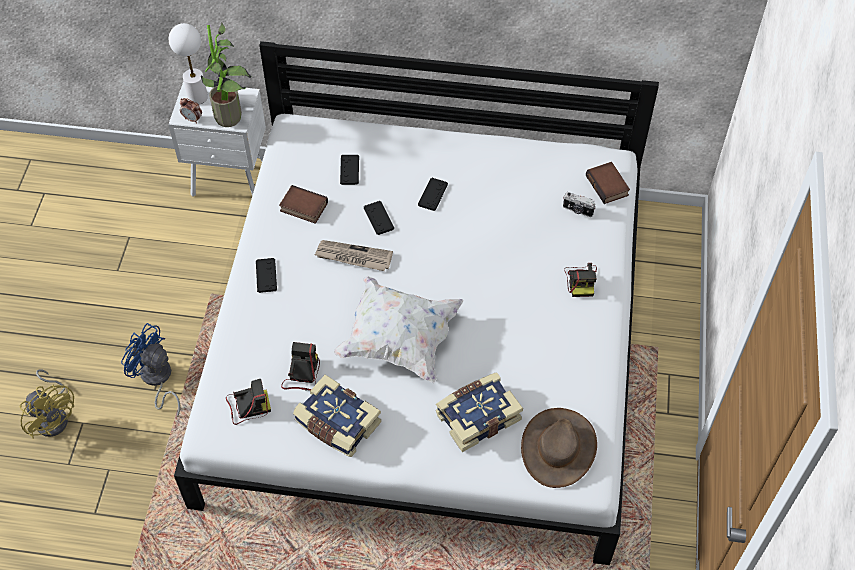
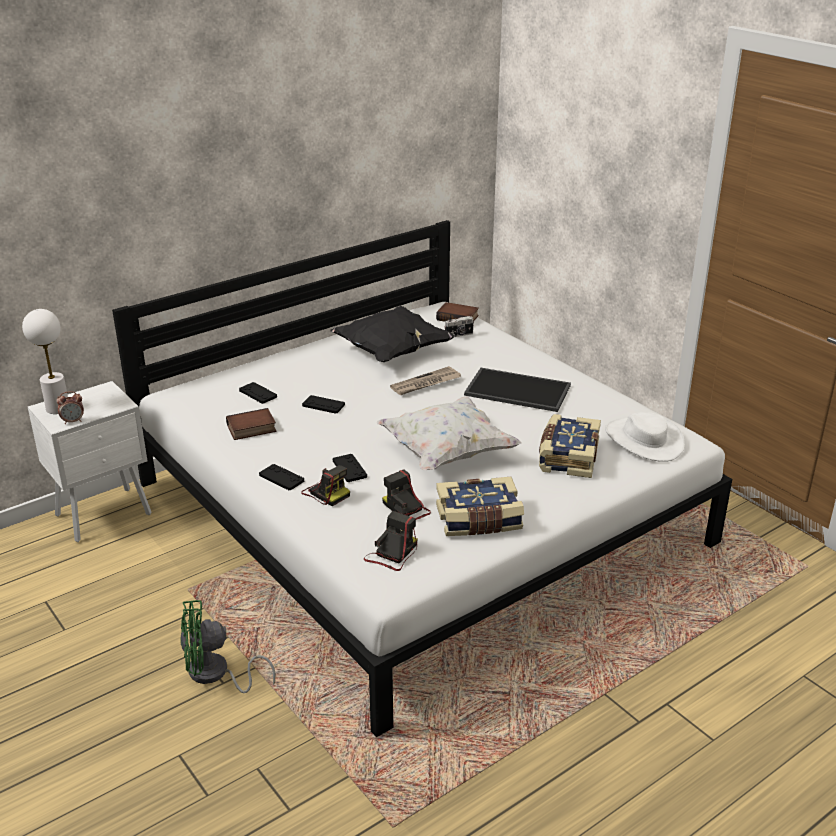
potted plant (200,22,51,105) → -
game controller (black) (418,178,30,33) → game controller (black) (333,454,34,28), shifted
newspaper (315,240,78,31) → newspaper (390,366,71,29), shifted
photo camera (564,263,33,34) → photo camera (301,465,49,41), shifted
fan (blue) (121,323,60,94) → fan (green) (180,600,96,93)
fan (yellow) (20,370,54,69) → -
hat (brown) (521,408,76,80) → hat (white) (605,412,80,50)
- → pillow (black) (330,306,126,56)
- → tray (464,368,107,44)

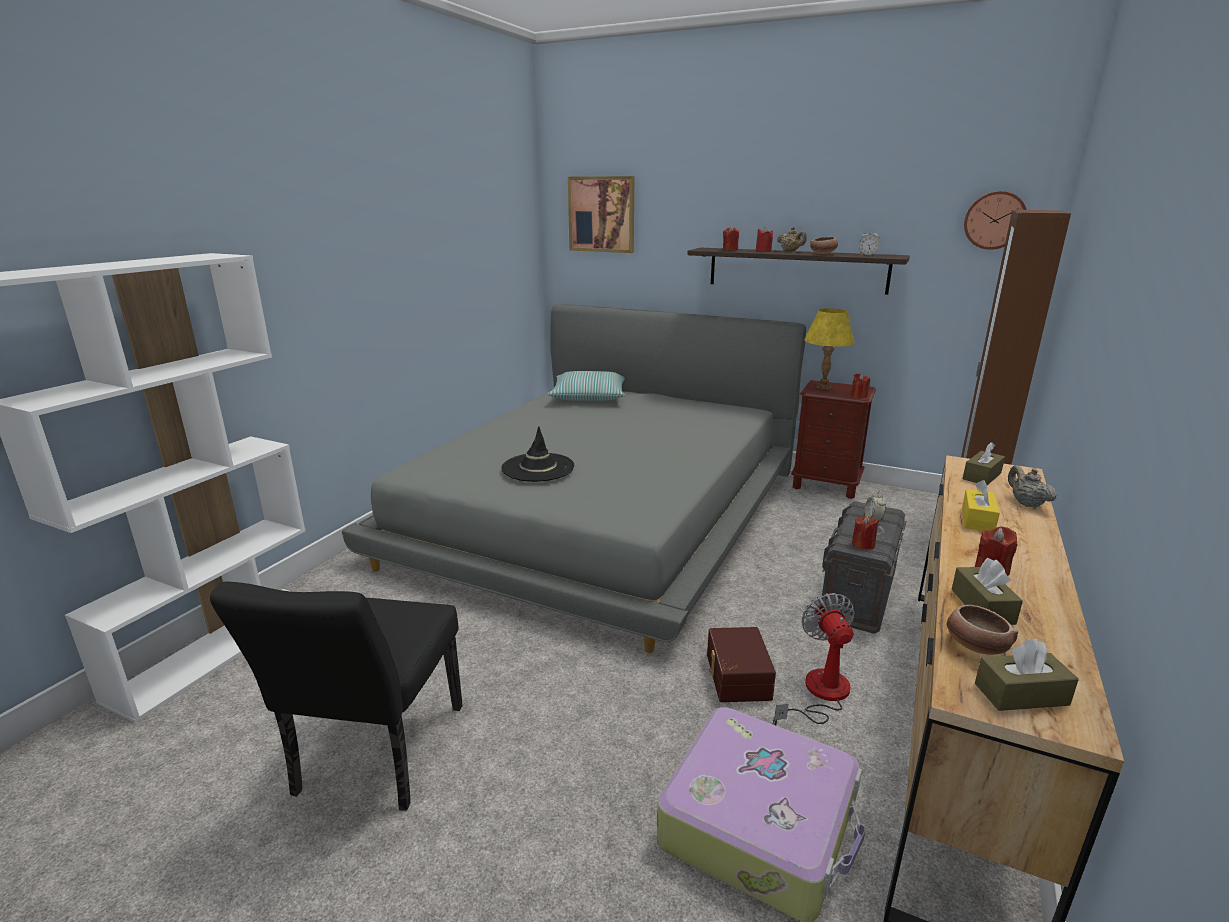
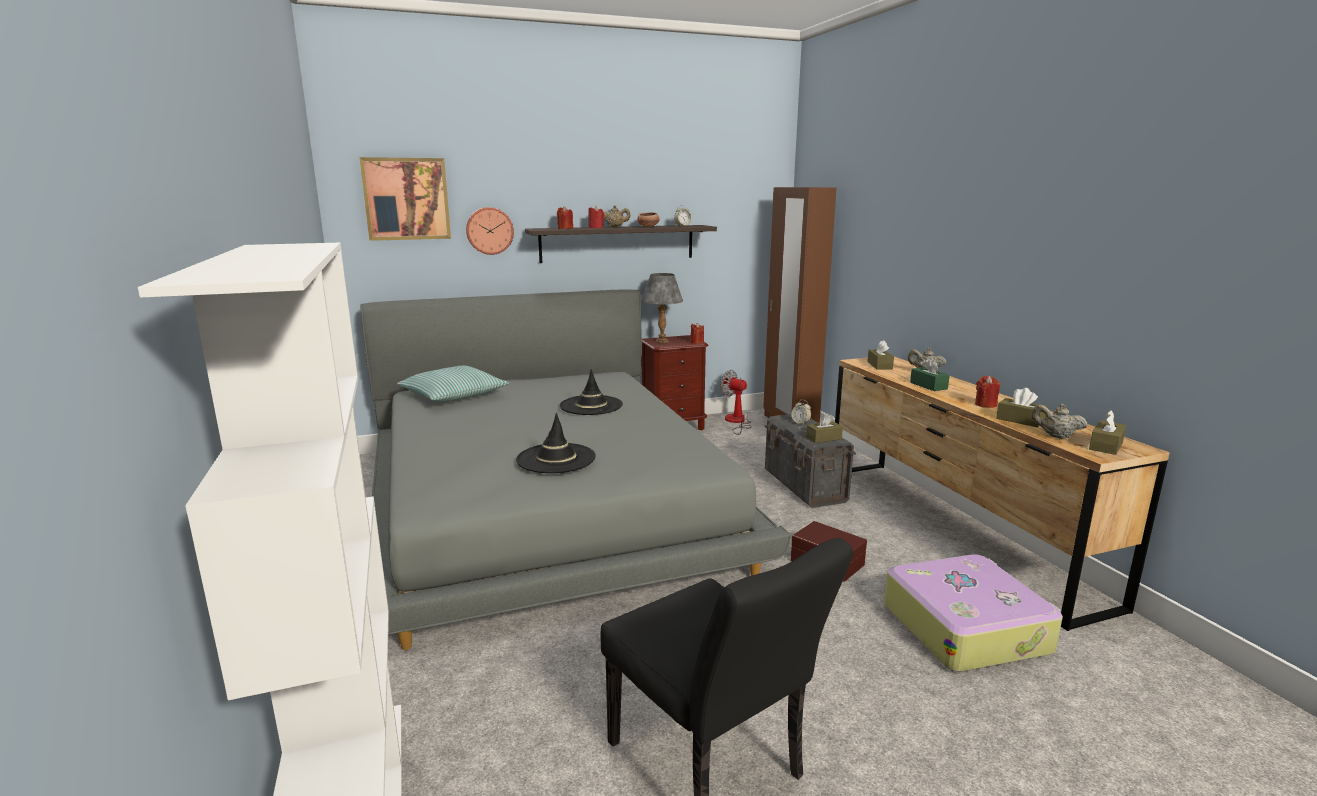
wall clock (964,191,62,59) → wall clock (466,207,48,48), shifted
table lamp (yellow) (804,308,51,82) → table lamp (grey) (641,273,42,70)
tissue box (yellow) (962,480,38,51) → tissue box (green) (910,358,40,33)
candle (red) (852,515,27,35) → tissue box (brown) (806,413,37,30)
fan (773,593,82,132) → fan (720,370,31,65), shifted
bowl (947,605,71,50) → teapot (beige) (1031,404,57,35)
- → hat (black) (560,369,63,46)

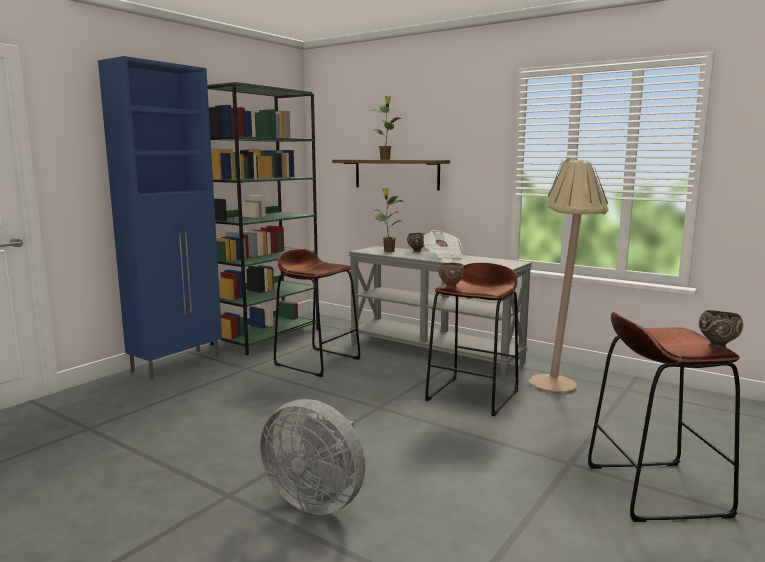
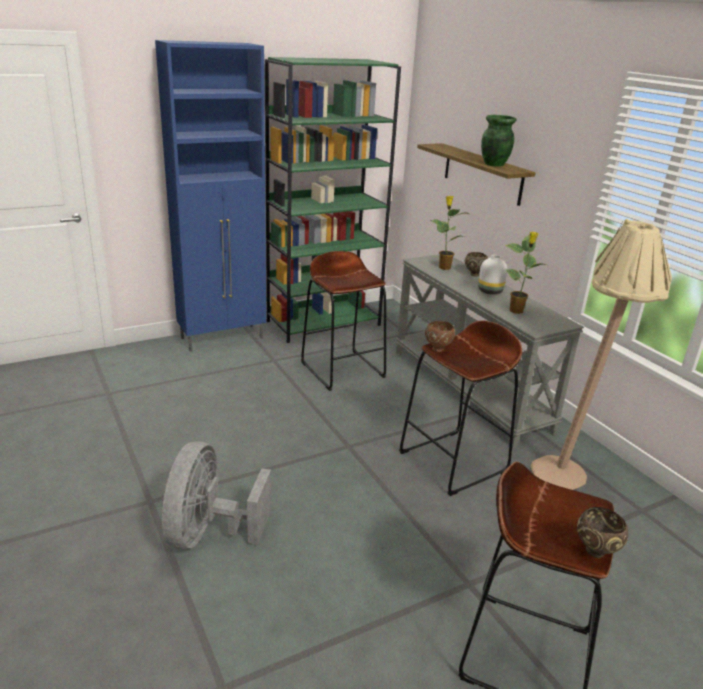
potted plant (370,96,32,64) → potted plant (505,231,41,83), shifted
newspaper (423,230,41,30) → vase (white) (478,255,29,40)
fan (grey) (260,399,106,116) → fan (grey) (162,442,109,107), 45 degrees clockwise
- → vase (green) (481,115,35,52)

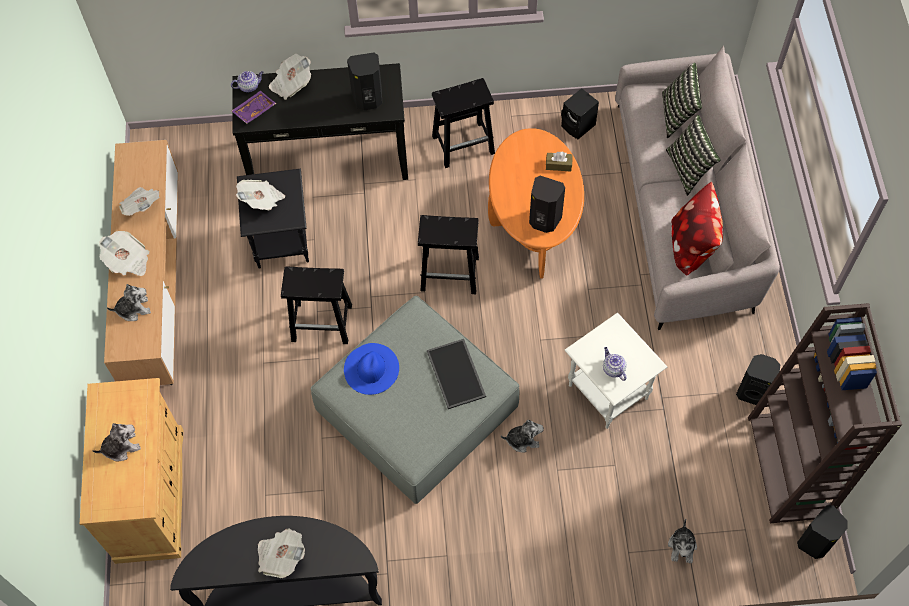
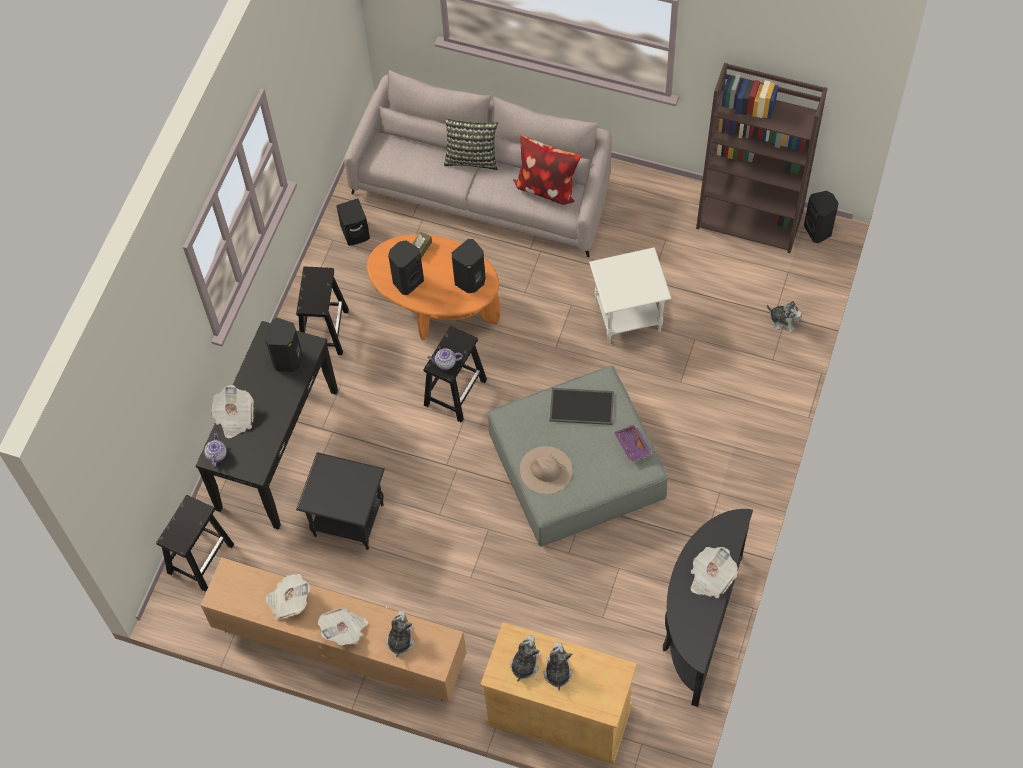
pillow (662,63,40,75) → -
tray (purple) (231,91,46,33) → tray (purple) (614,424,38,38), shifted
newspaper (236,180,49,31) → -
stool (black) (281,266,71,78) → stool (black) (156,495,78,97), shifted
hat (blue) (344,343,55,52) → hat (beige) (520,446,53,48)
teapot (603,347,24,34) → teapot (428,348,35,22), shifted
speaker (black) (736,354,44,51) → speaker (black) (388,241,36,54), shifted
plush toy (501,420,43,33) → plush toy (510,635,30,47), shifted

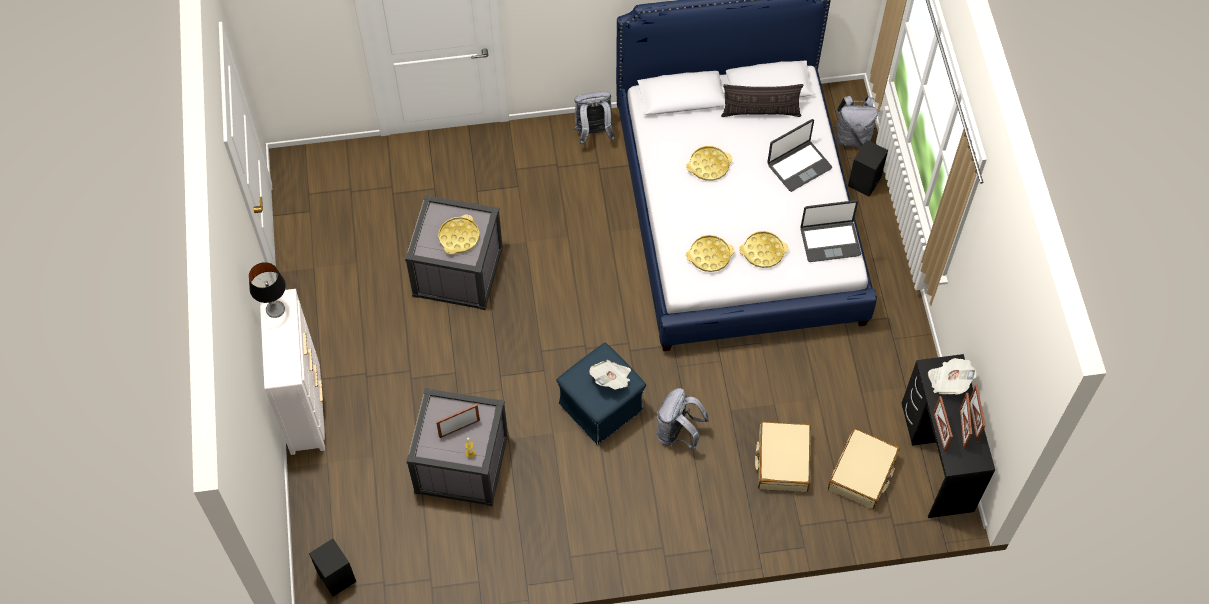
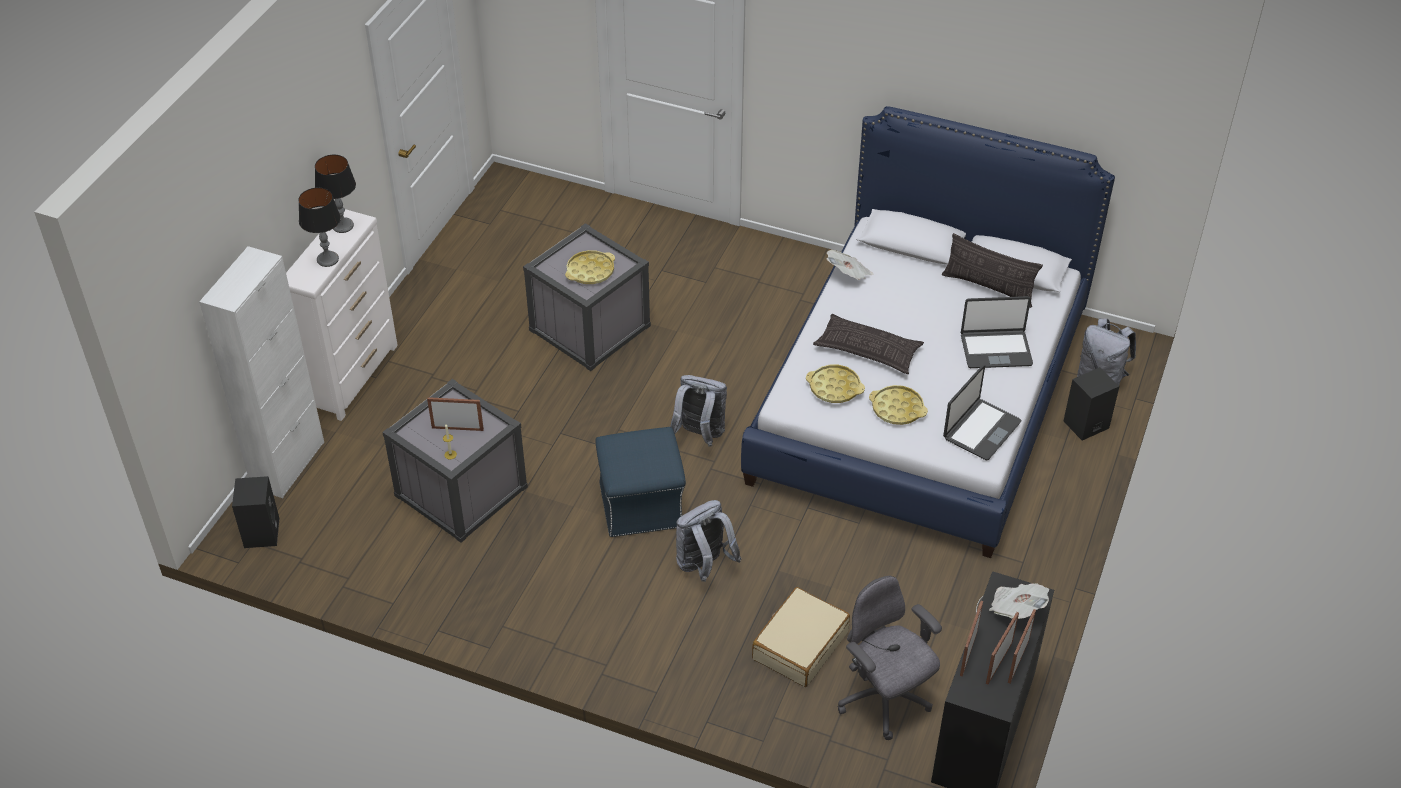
backpack (grey) (573,91,42,54) → backpack (grey) (670,375,57,72), shifted
tray (yellow) (686,146,47,35) → -
laptop (800,200,61,62) → laptop (943,365,78,95), 75 degrees counterclockwise
newspaper (590,360,41,30) → newspaper (827,250,46,30), shifted
suitcase (beige) (828,428,72,81) → office chair (grey) (838,576,104,164)
- → table lamp (298,188,43,79)
- → cabinet (white) (199,246,125,252)
- → pillow (813,314,111,60)

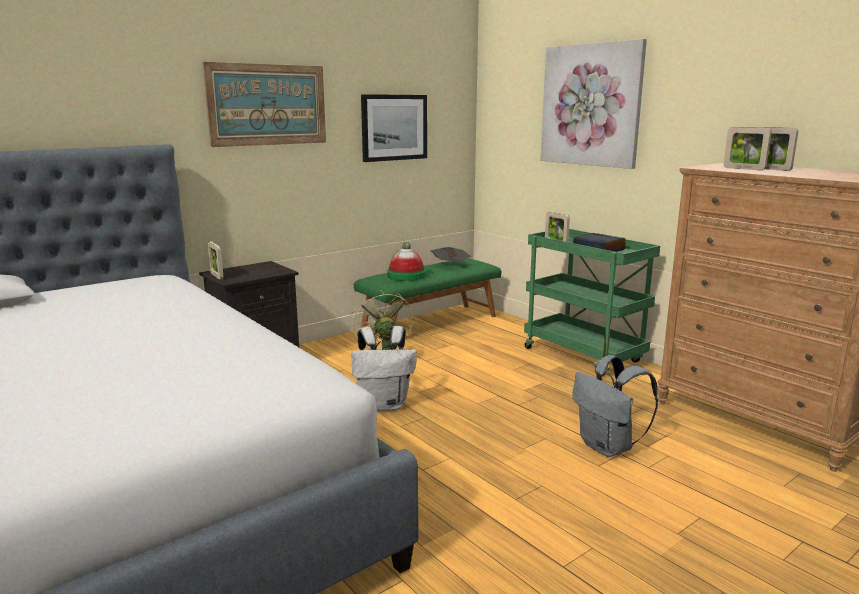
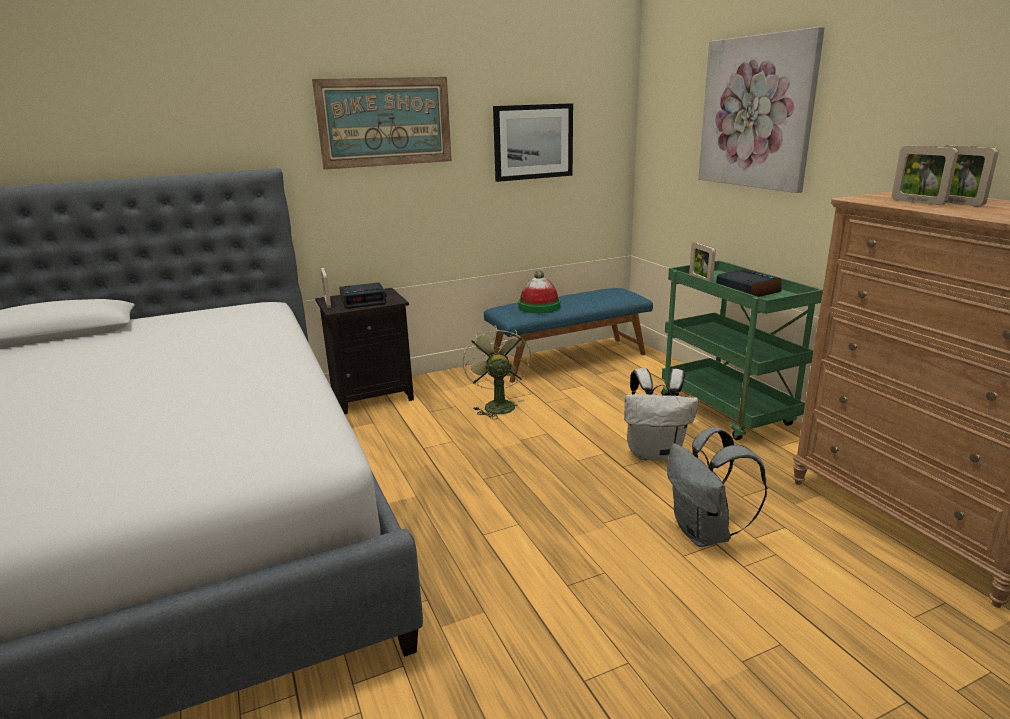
newspaper (430,247,41,15) → -
bench (green) (354,259,148,68) → bench (blue) (484,288,169,95)
backpack (white) (351,326,66,85) → backpack (white) (624,368,74,93), shifted
- → alarm clock (339,283,48,26)

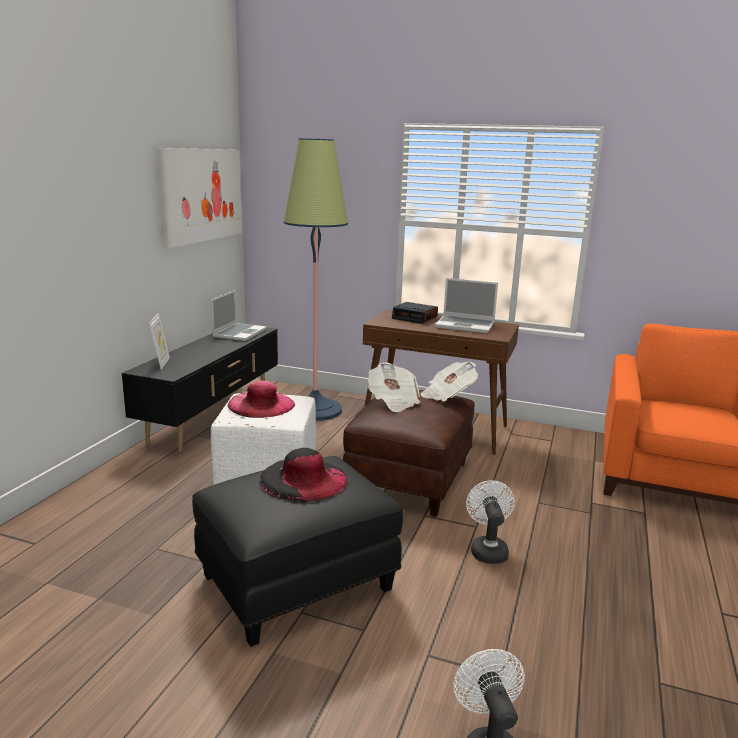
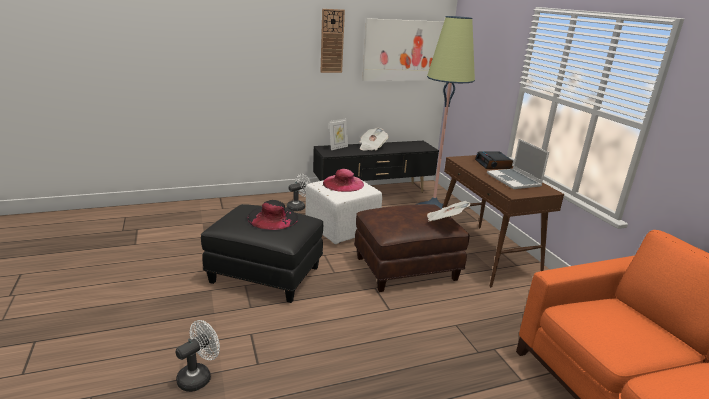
laptop (211,290,56,51) → -
newspaper (368,362,52,50) → newspaper (360,128,28,23), shifted
fan (white) (466,480,49,84) → fan (white) (287,174,24,37), shifted
- → wall clock (321,9,24,64)

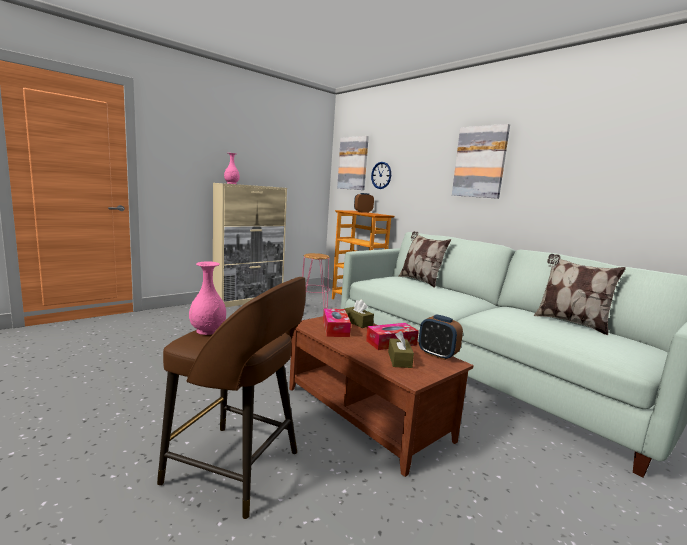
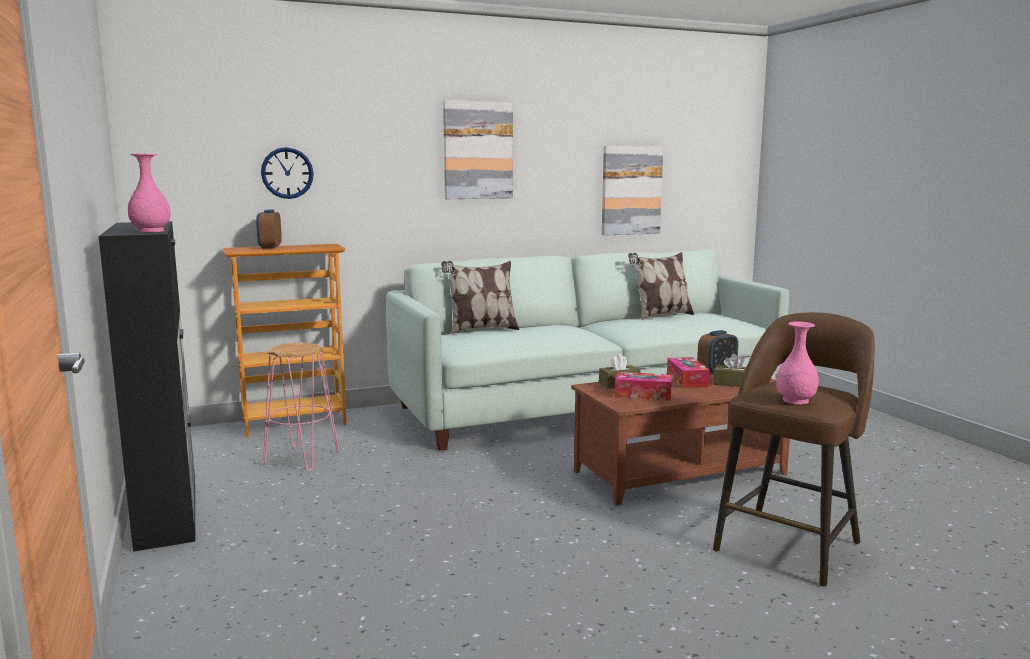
picture (337,136,32,54) → picture (602,146,61,90), shifted
cabinet (beige) (213,183,74,124) → cabinet (black) (98,221,97,331)

